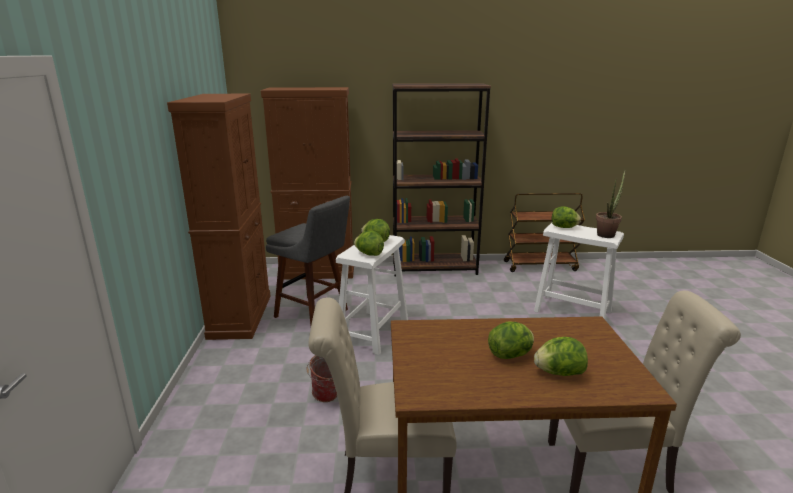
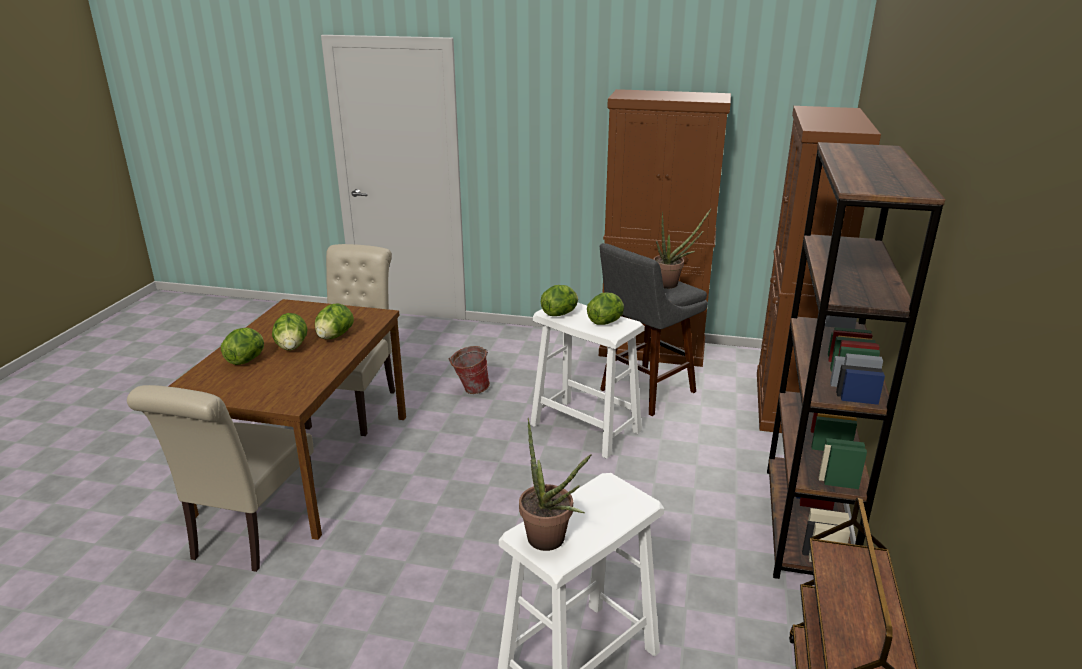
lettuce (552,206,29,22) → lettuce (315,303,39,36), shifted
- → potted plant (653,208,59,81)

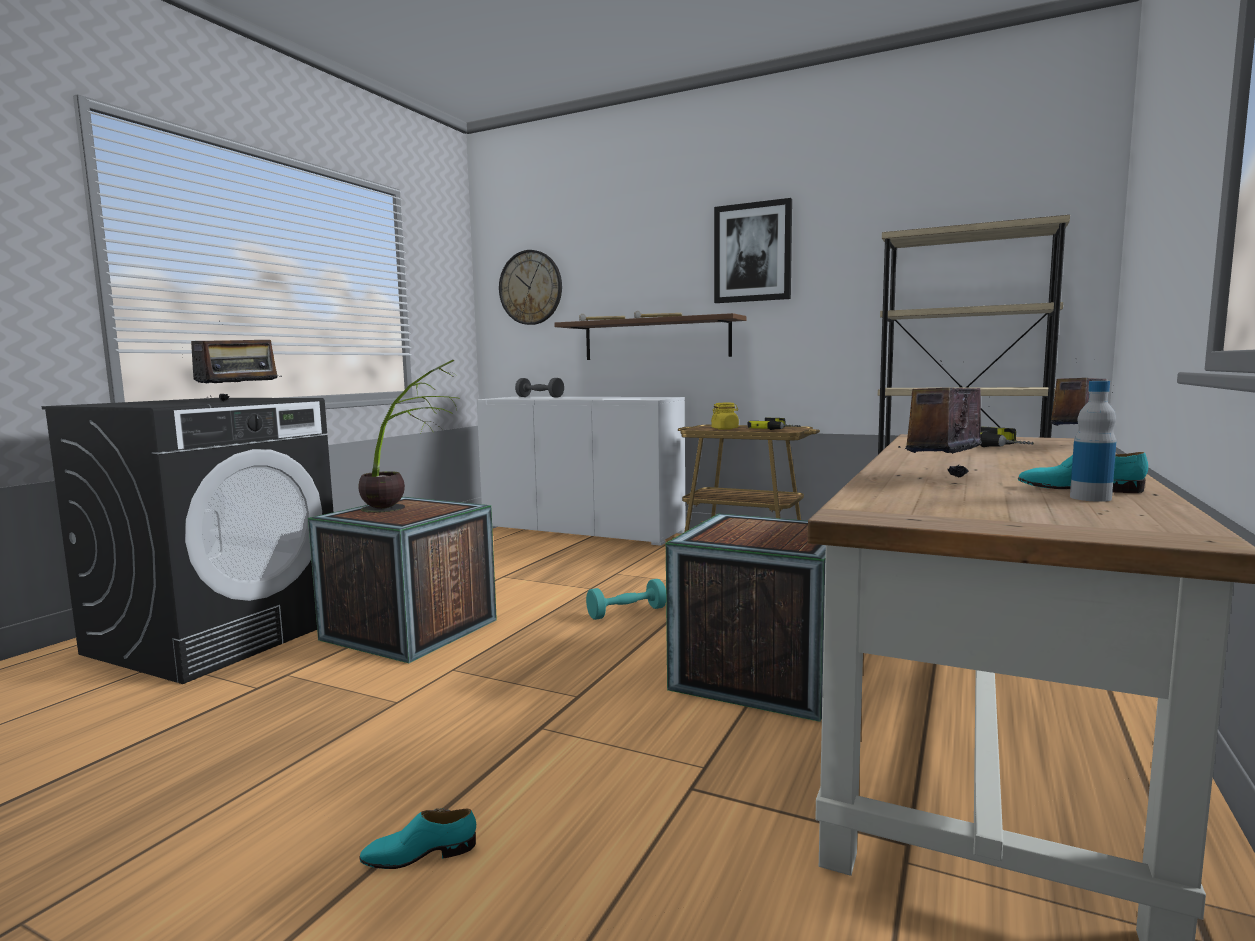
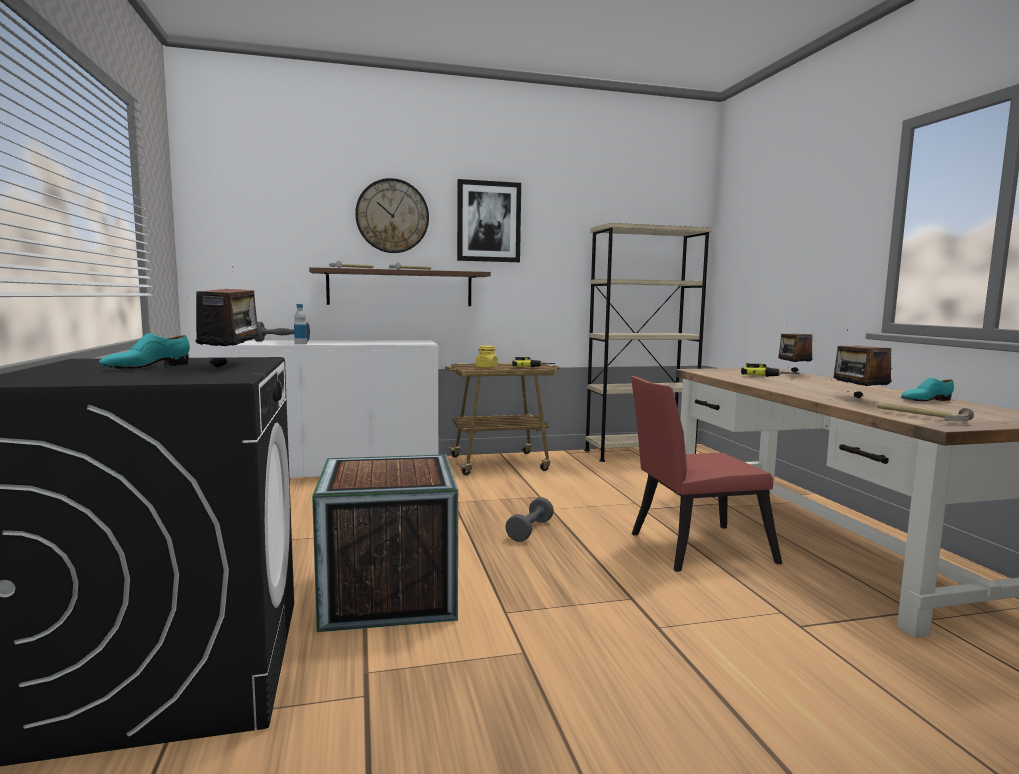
wall clock (499,250,63,75) → wall clock (355,178,74,75), shifted
potted plant (359,360,98,153) → -
bottle (1070,381,46,121) → bottle (294,304,13,41), shifted
crate (666,514,160,208) → chair (red) (631,376,151,196)
dumbbell (turquoise) (586,579,80,41) → dumbbell (grey) (505,497,49,45)
shoe (turquoise) (360,808,116,61) → shoe (turquoise) (98,333,92,36), shifted
- → hammer (877,403,97,19)

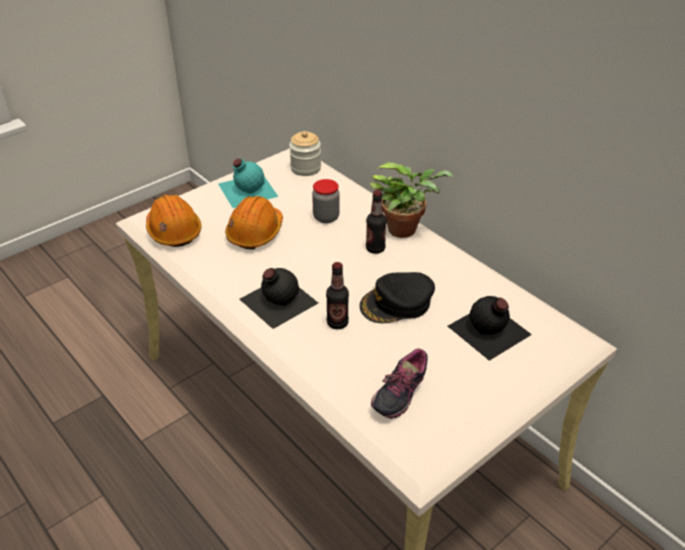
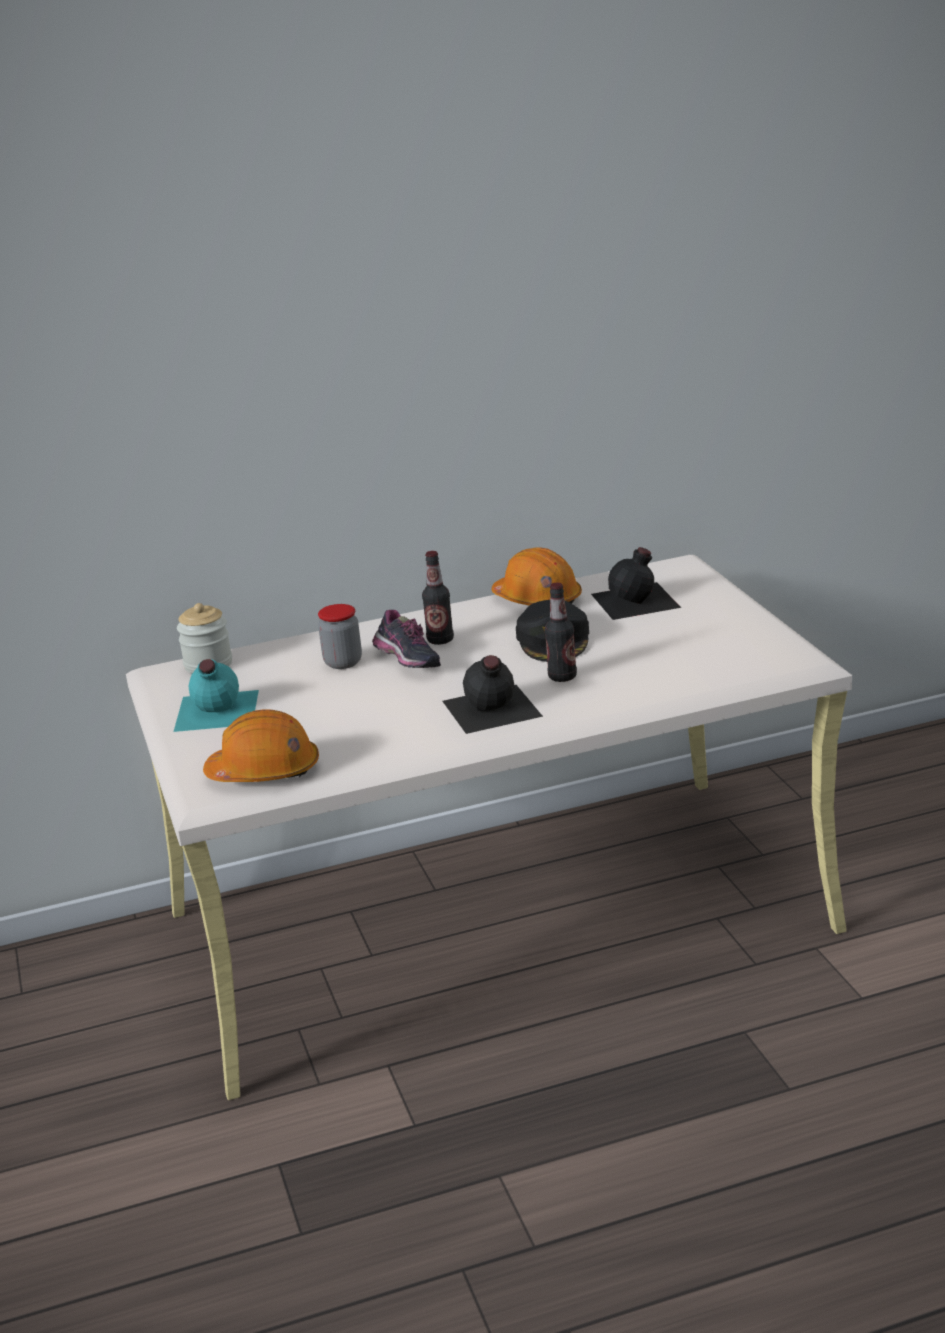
potted plant (369,162,84,76) → -
hard hat (orange) (225,196,58,53) → hard hat (orange) (491,547,91,59), shifted
shoe (371,349,57,70) → shoe (372,610,69,58), shifted

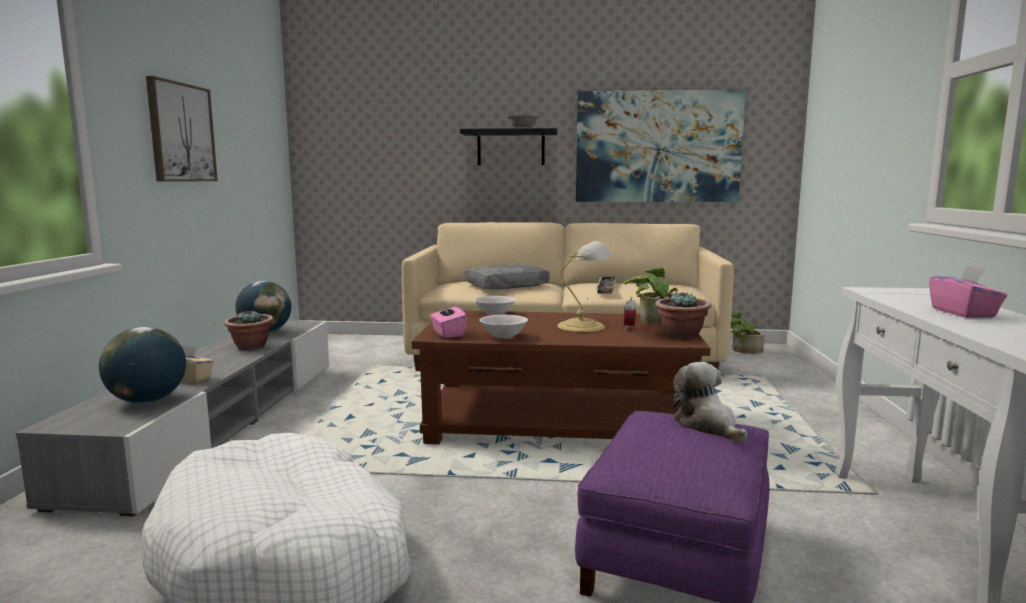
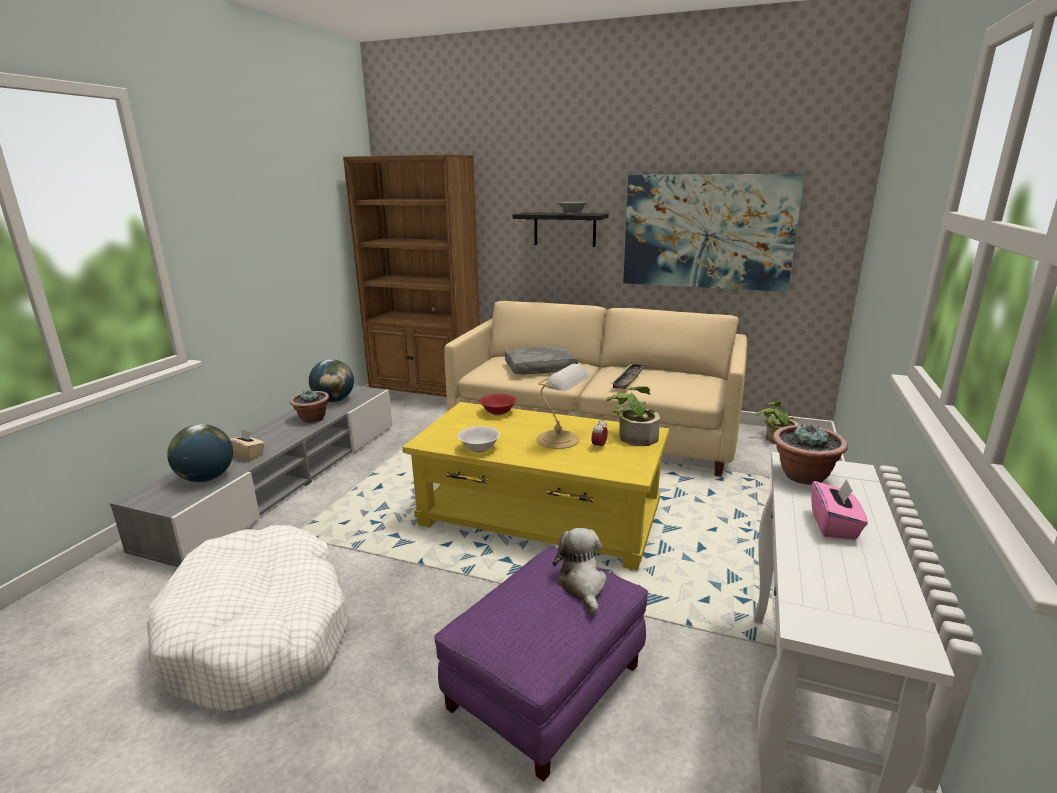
picture (146,76,72,106) → -
potted plant (655,292,56,47) → potted plant (773,423,75,62), shifted
bowl (white) (474,296,42,20) → bowl (red) (480,394,37,22)
tissue box (pink) (430,300,36,38) → -
coffee table (brown) (411,311,300,133) → coffee table (yellow) (402,402,268,168)
- → bookcase (brown) (343,154,137,243)

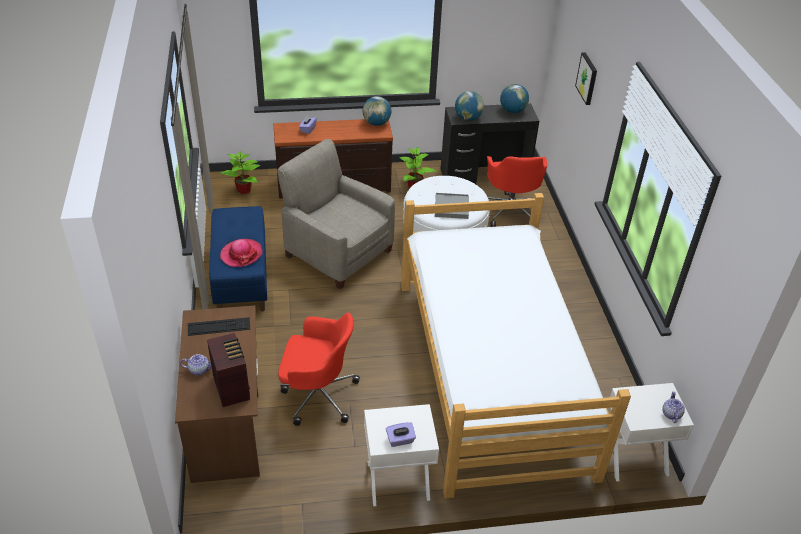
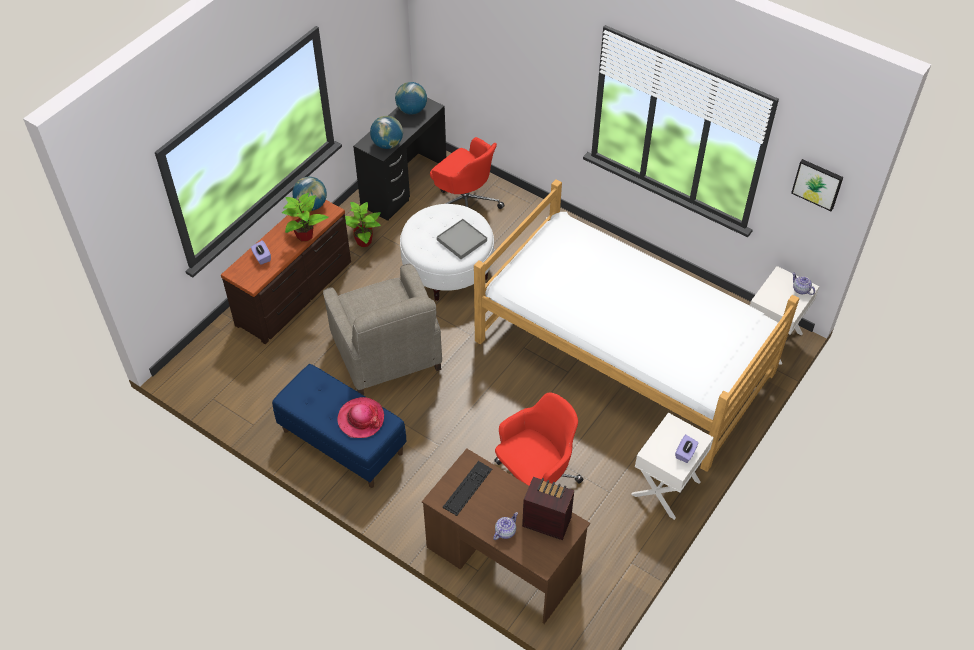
picture (575,52,22,53) → picture (791,159,52,52), shifted
armchair (beige) (277,139,118,150) → armchair (beige) (323,264,119,131), 105 degrees counterclockwise
potted plant (221,151,40,43) → potted plant (282,193,46,49), shifted

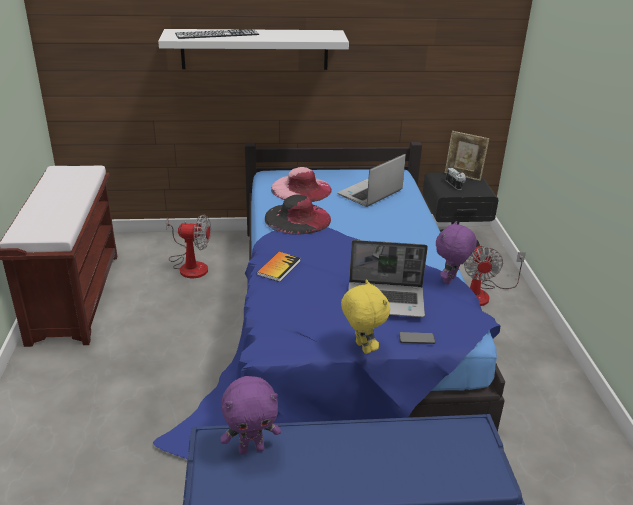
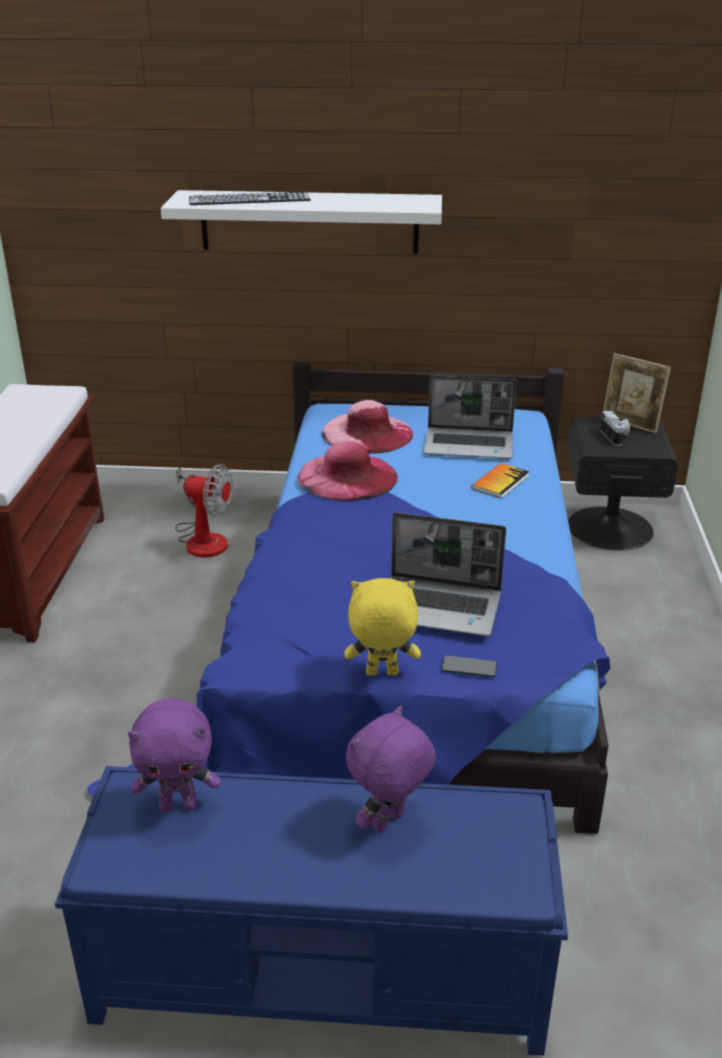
laptop (337,154,69,53) → laptop (424,375,93,84), 135 degrees counterclockwise
hat (black) (265,195,66,40) → hat (pink) (298,441,100,60)
plush toy (purple) (436,221,41,63) → plush toy (purple) (346,706,90,127), shifted
fan (464,245,62,61) → -
book (257,252,43,30) → book (472,463,58,36), shifted
plush toy (yellow) (341,279,49,75) → plush toy (yellow) (345,578,76,98), 75 degrees counterclockwise

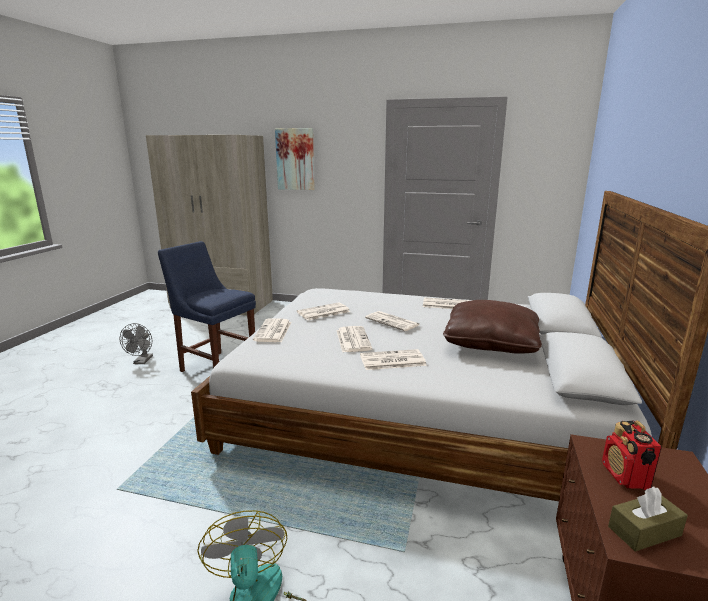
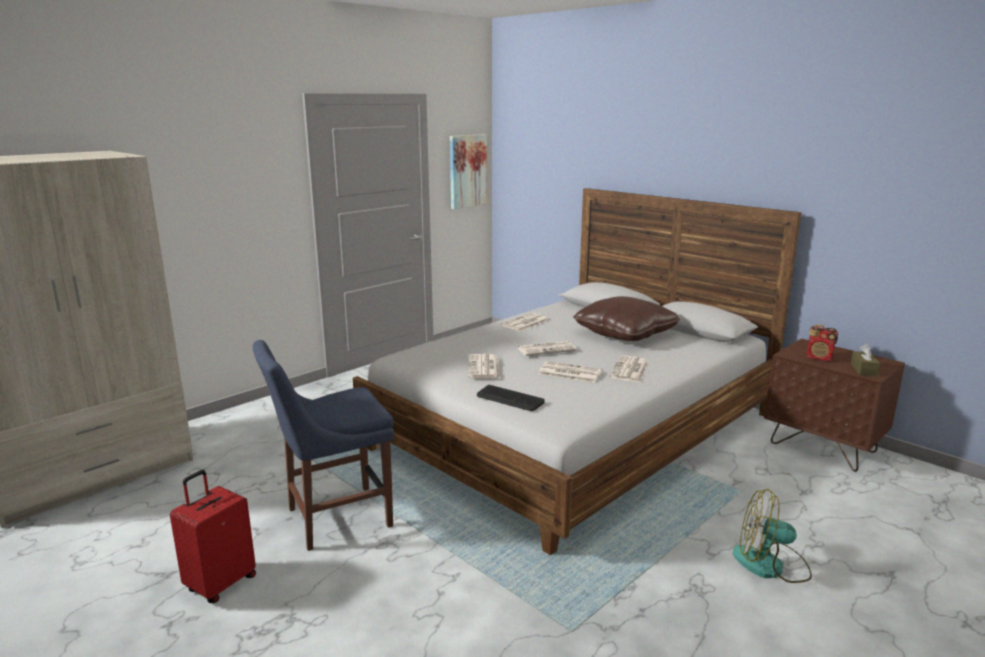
picture (275,128,40,62) → picture (450,134,37,75), shifted
newspaper (253,318,39,24) → keyboard (477,385,68,26)
fan (grey) (120,323,33,41) → suitcase (red) (170,470,86,133)

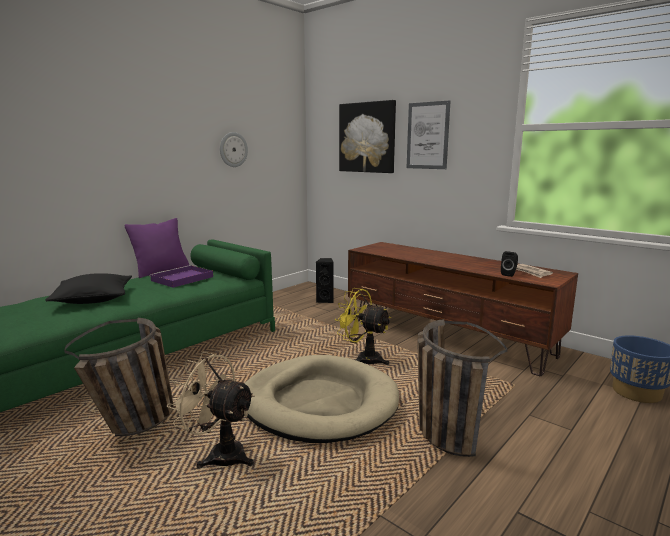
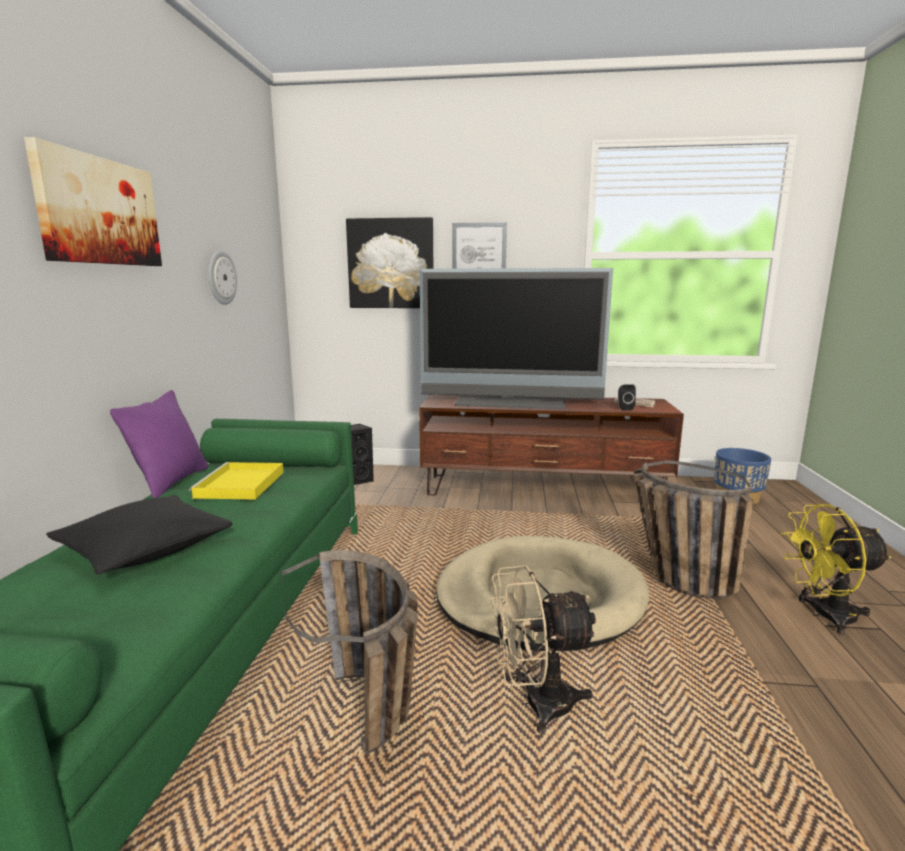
tray (purple) (150,265,63,23) → tray (yellow) (189,462,95,38)
fan (yellow) (335,288,56,77) → fan (yellow) (781,504,111,131), shifted
- → picture (24,137,138,129)
- → television (420,268,193,141)

